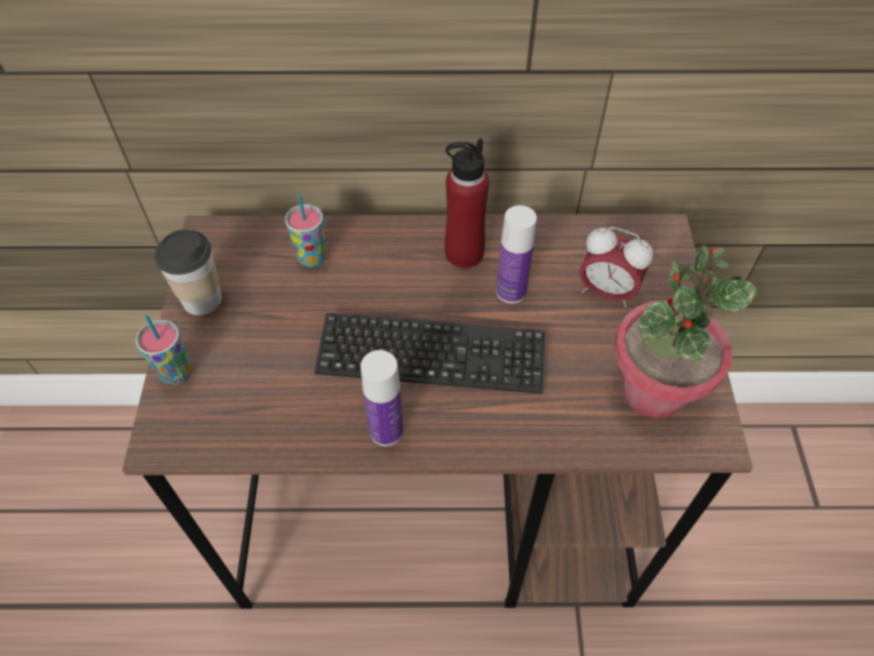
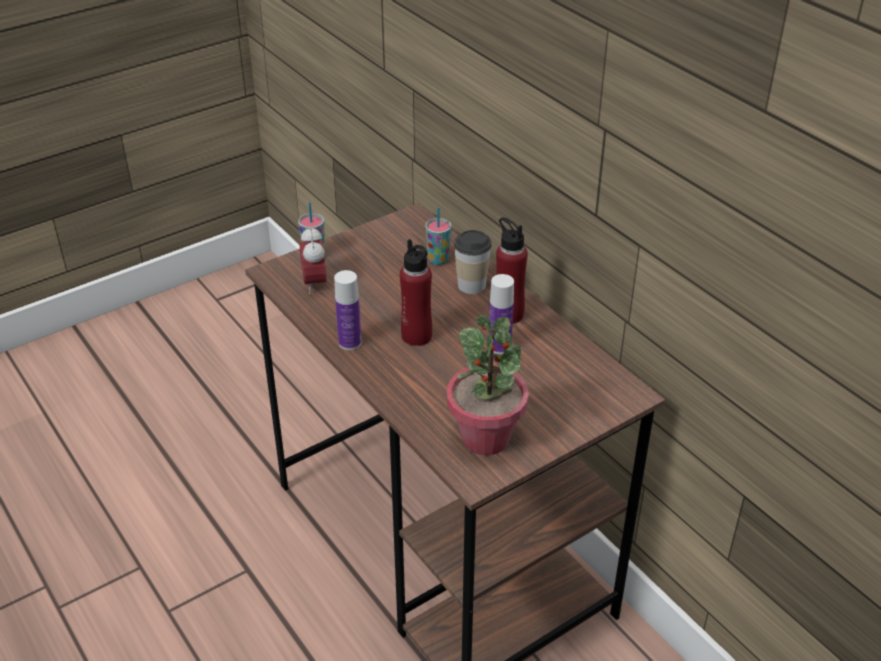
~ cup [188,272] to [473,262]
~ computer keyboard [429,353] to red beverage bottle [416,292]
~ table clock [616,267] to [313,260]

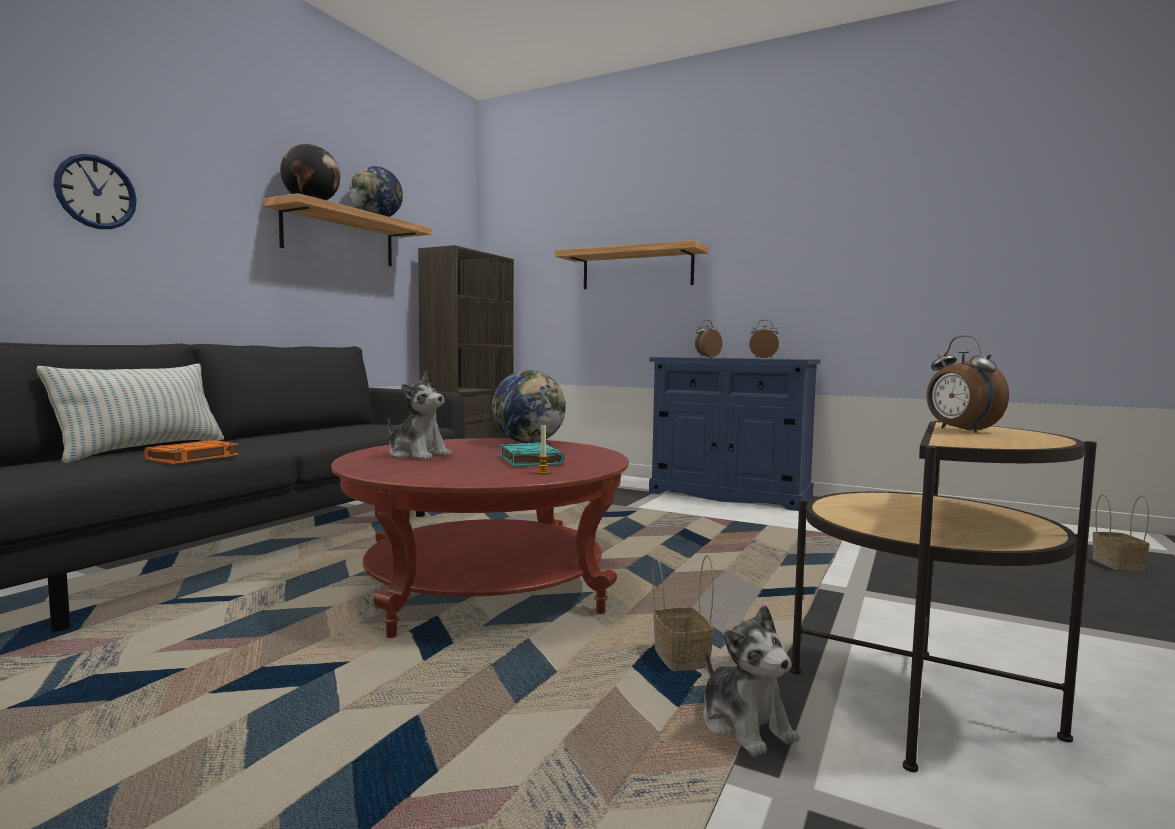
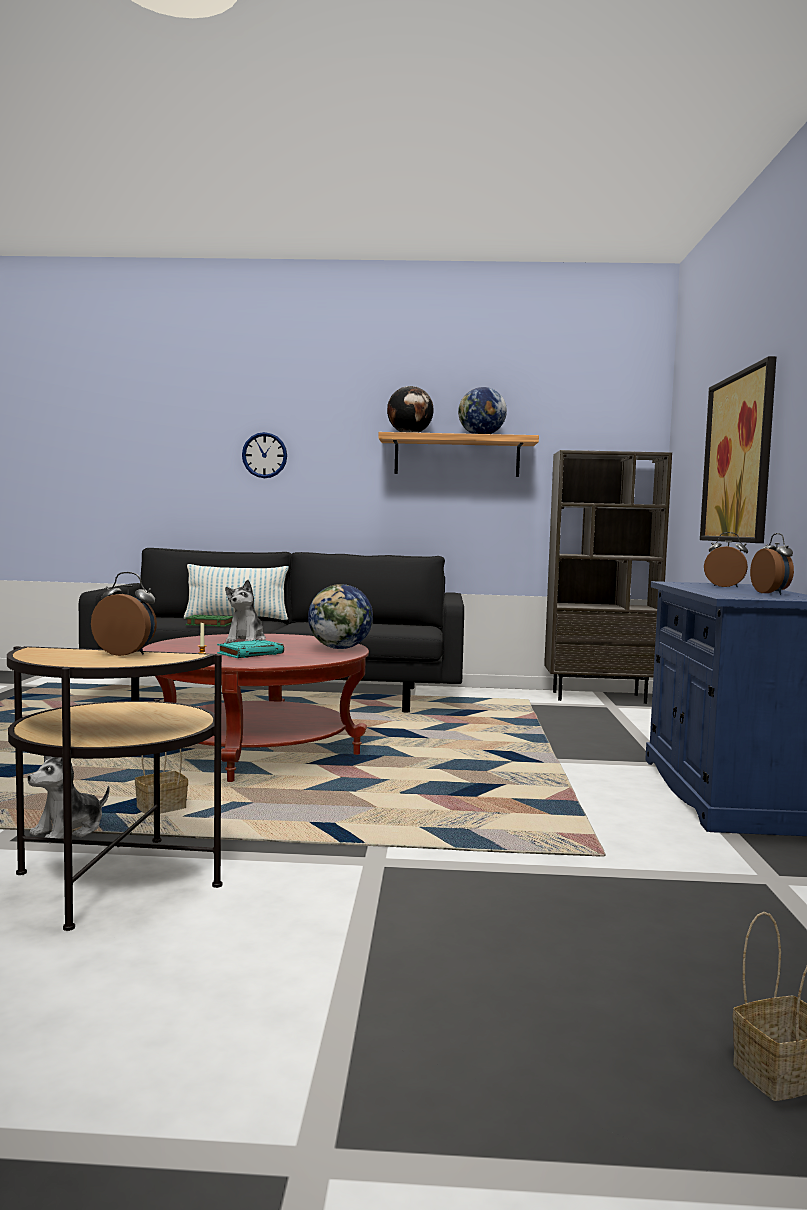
~ orangey book [191,452] to greenish book [209,620]
~ wall shelf [631,264] to wall picture [738,449]
~ table clock [967,384] = [124,614] 60 degrees clockwise

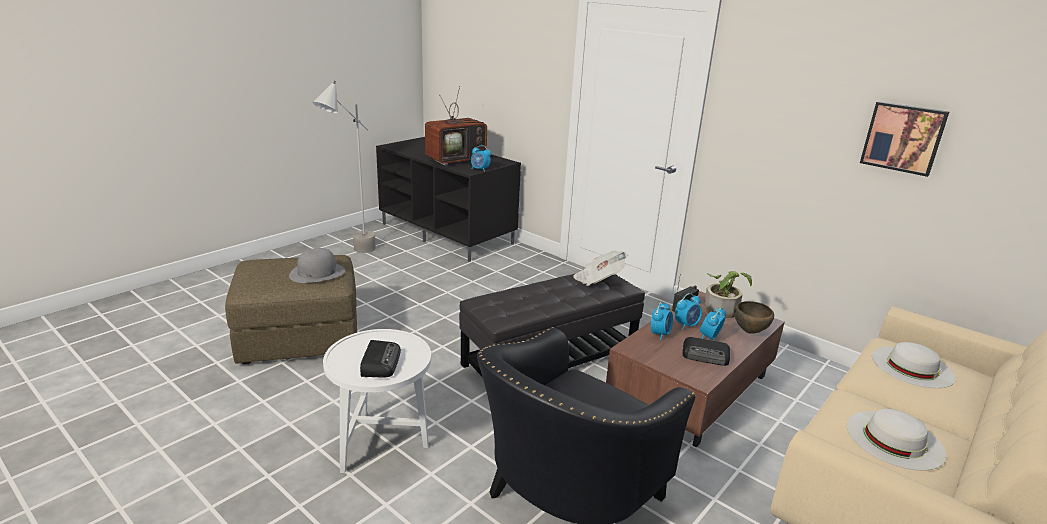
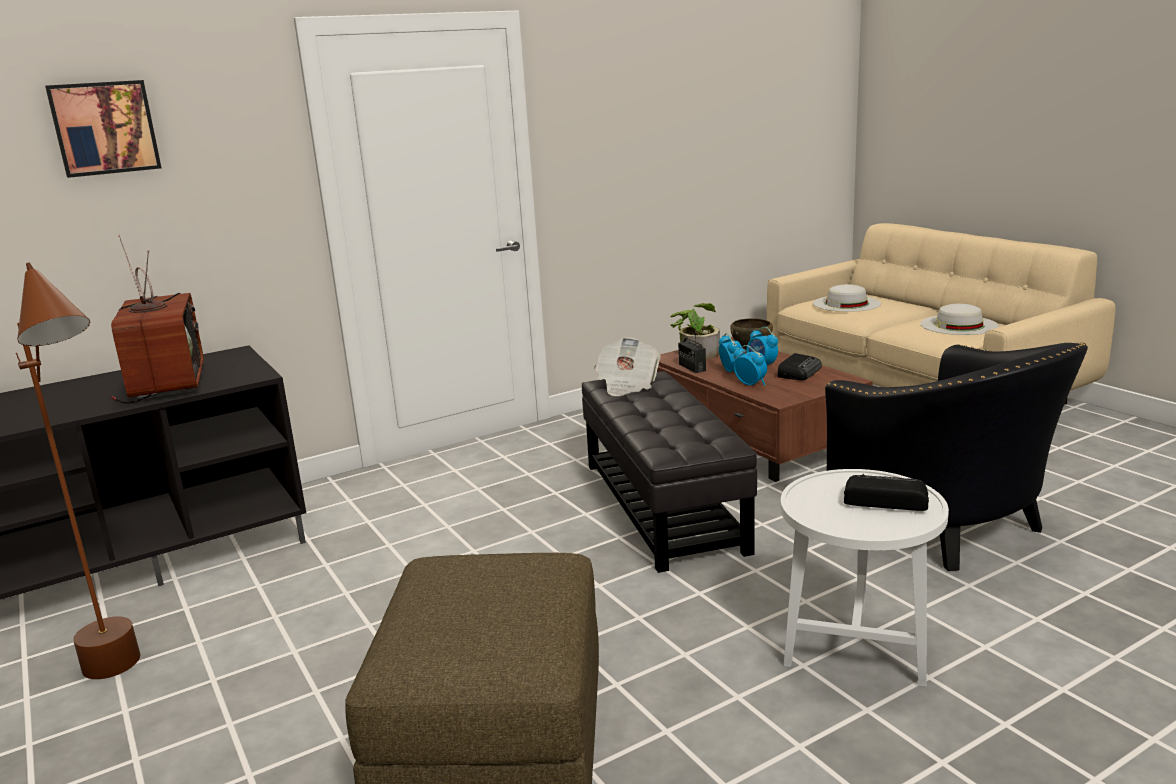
- gray hat [317,265]
~ gray standard lamp [344,167] to brown standard lamp [78,470]
- table clock [481,158]
~ wall picture [904,139] to [103,129]

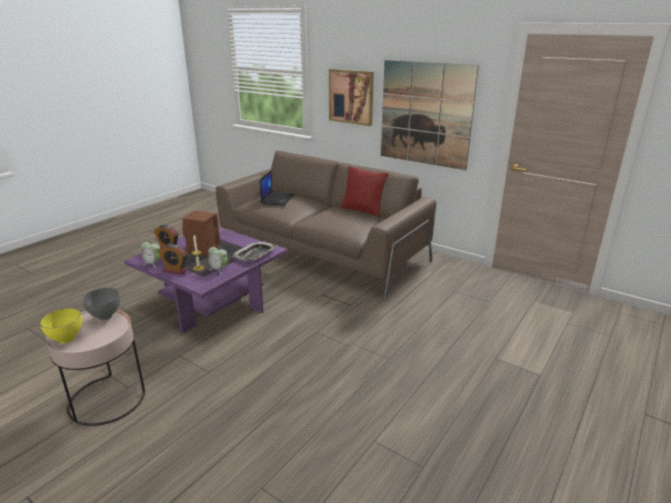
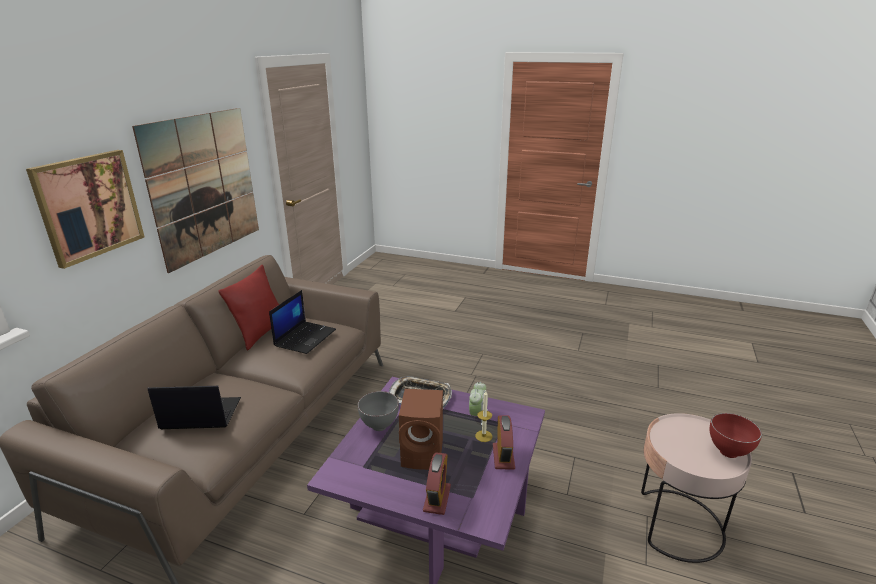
~ yellow-coloured deep dish [61,326] to red deep dish [735,435]
~ gray deep dish [101,304] to [378,411]
- table clock [151,254]
+ portable computer [302,322]

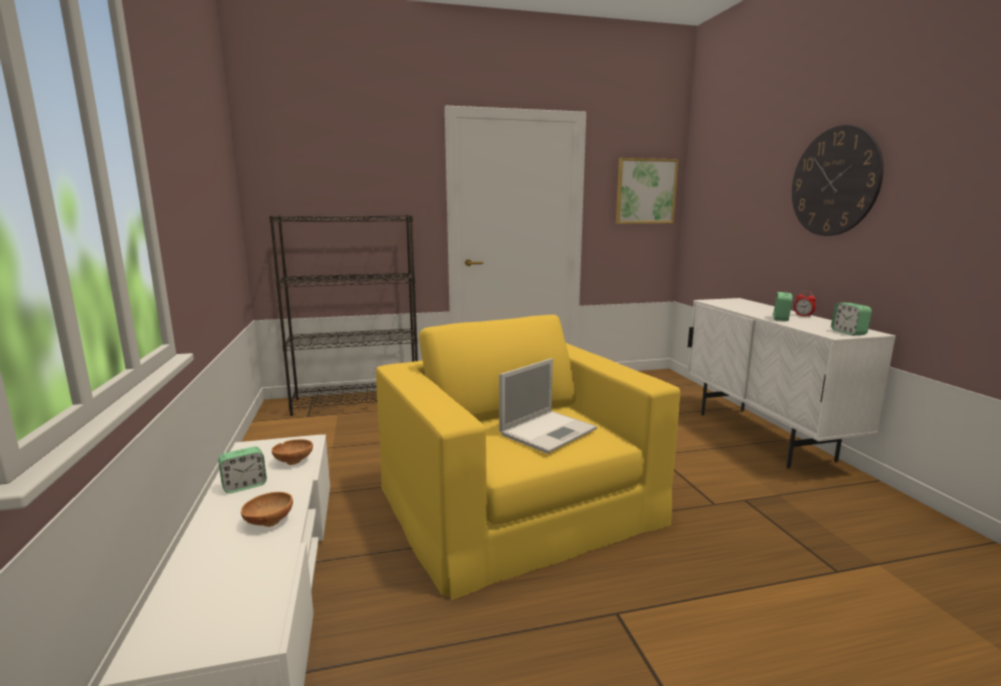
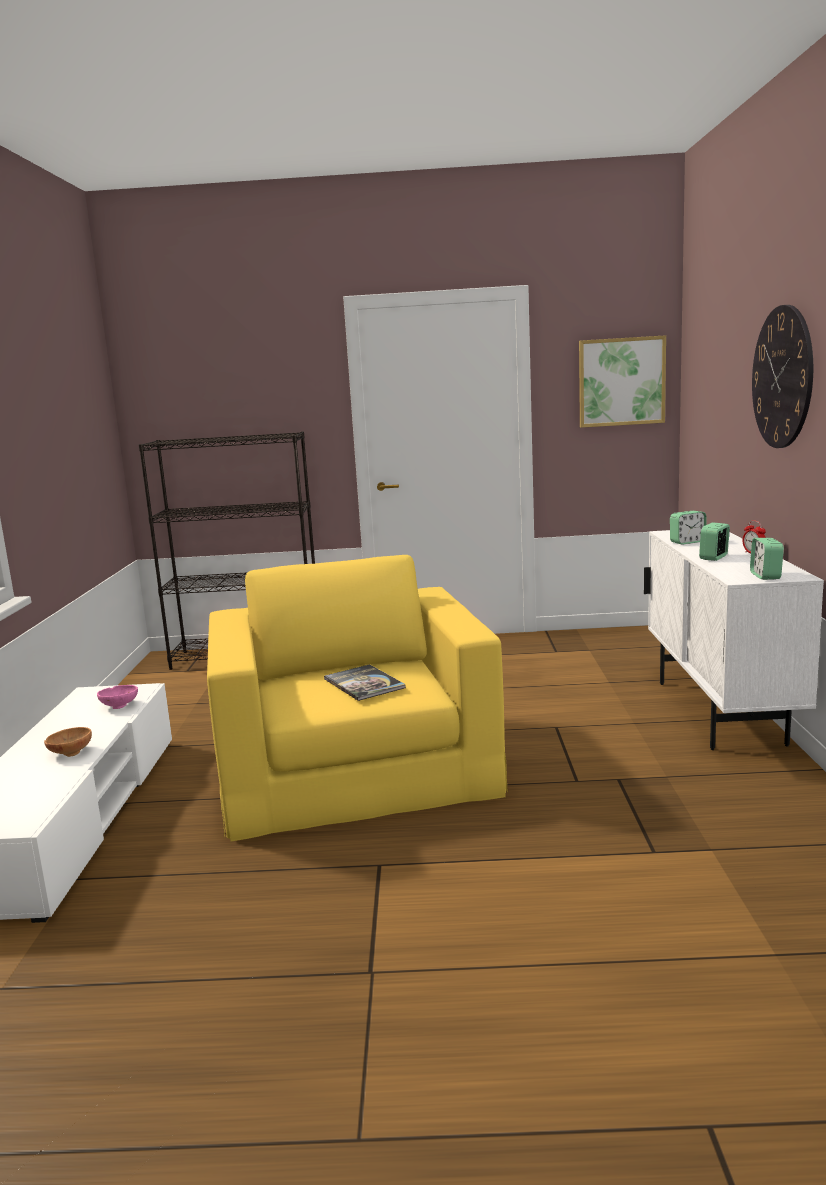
~ table clock [242,470] to [688,528]
~ brown deep dish [292,452] to pink deep dish [117,697]
~ portable computer [548,406] to book [365,682]

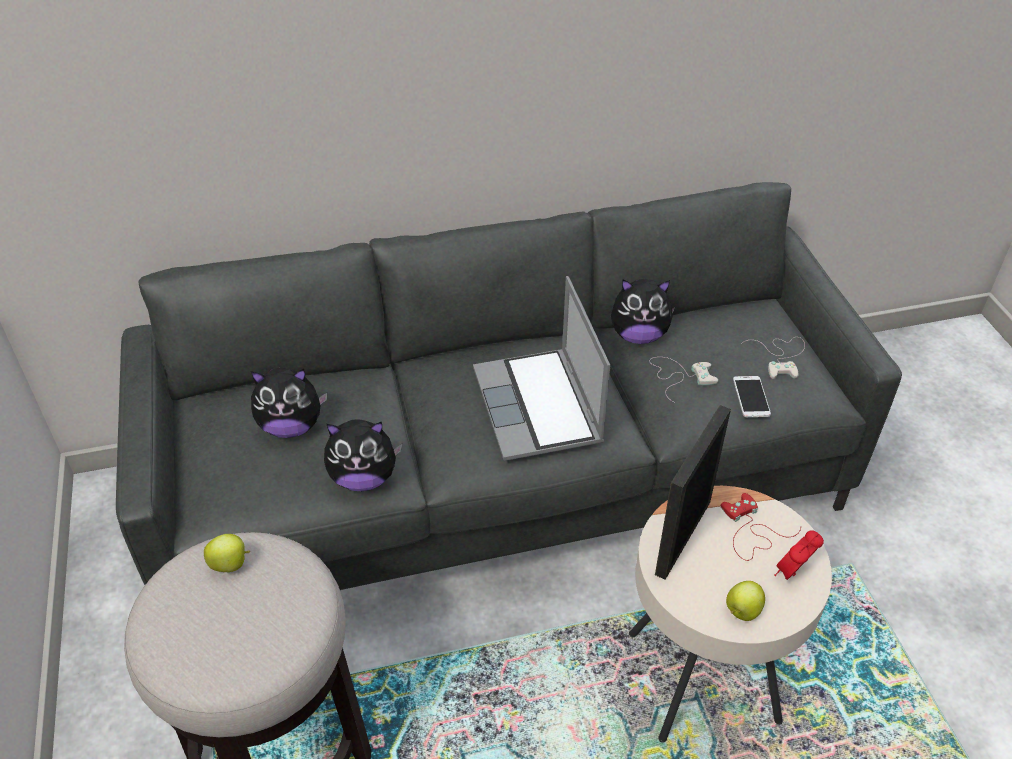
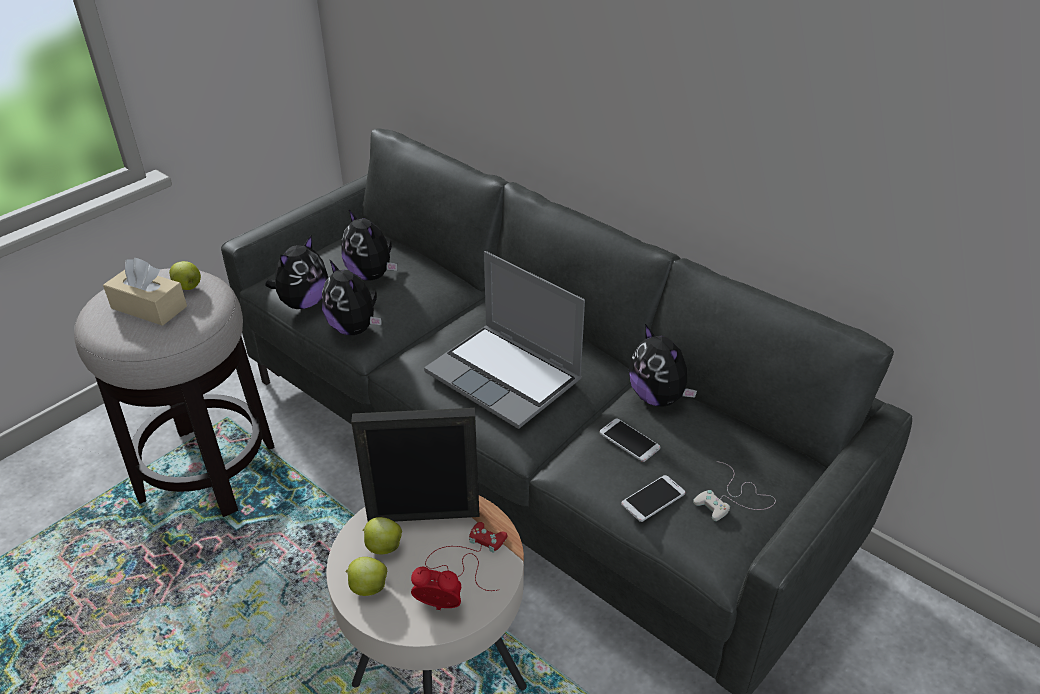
~ portable computer [541,368] = [504,340] 90 degrees counterclockwise
~ whitish gamepad [683,380] to telephone [629,440]
+ sand-coloured tissue holder [145,292]
+ cuddly toy [296,272]
+ whole apple [382,535]

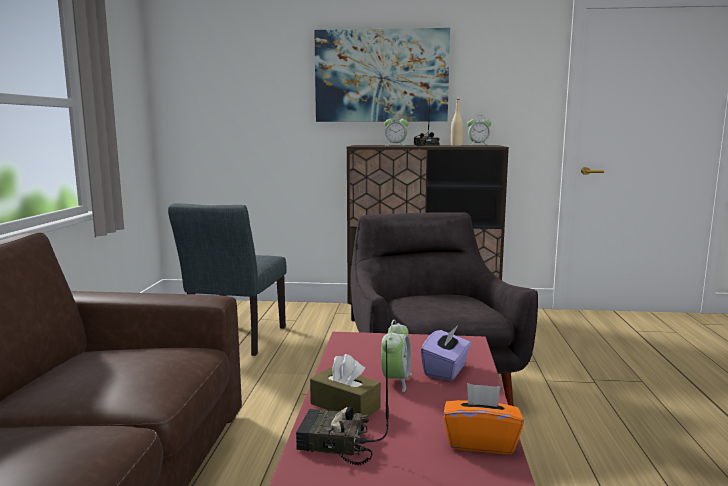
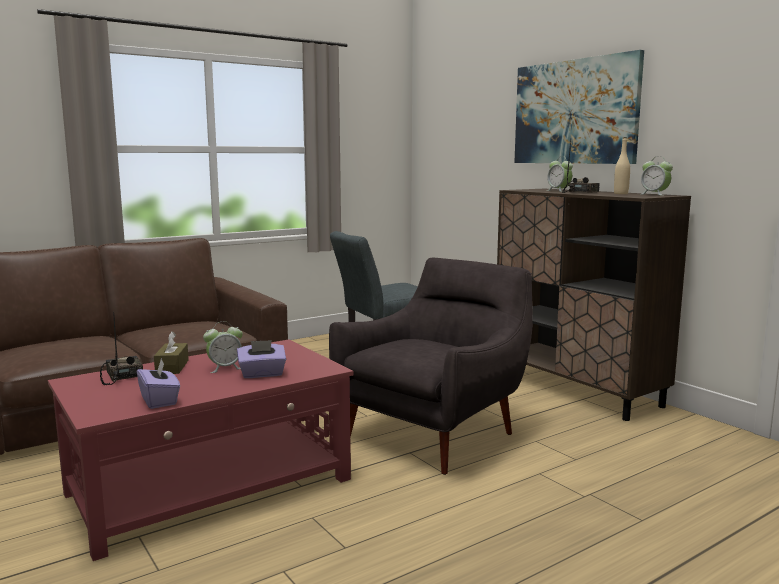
~ orangey tissue holder [483,418] to purple tissue holder [158,384]

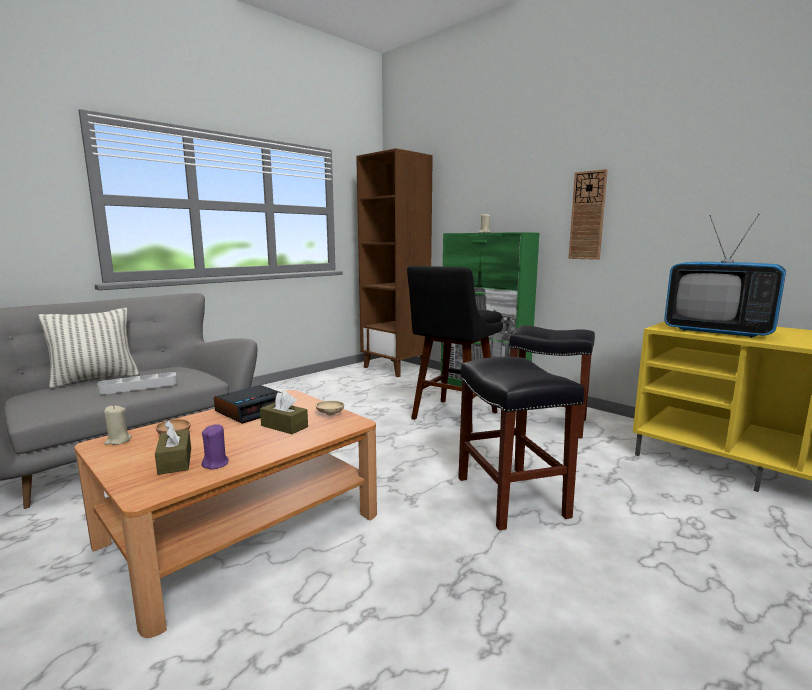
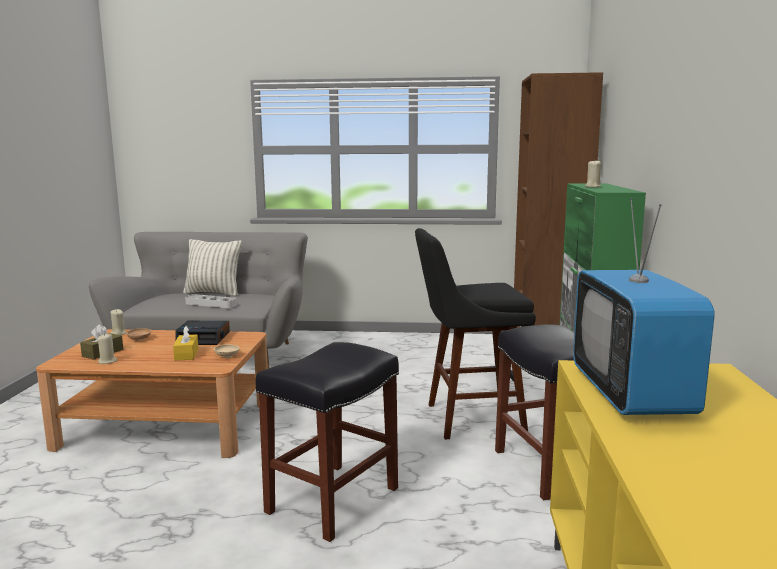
~ purple wax candle [215,447] to sand-coloured wax candle [107,348]
~ brown tissue holder [284,412] to yellow-coloured tissue holder [185,343]
- hanging clock [588,214]

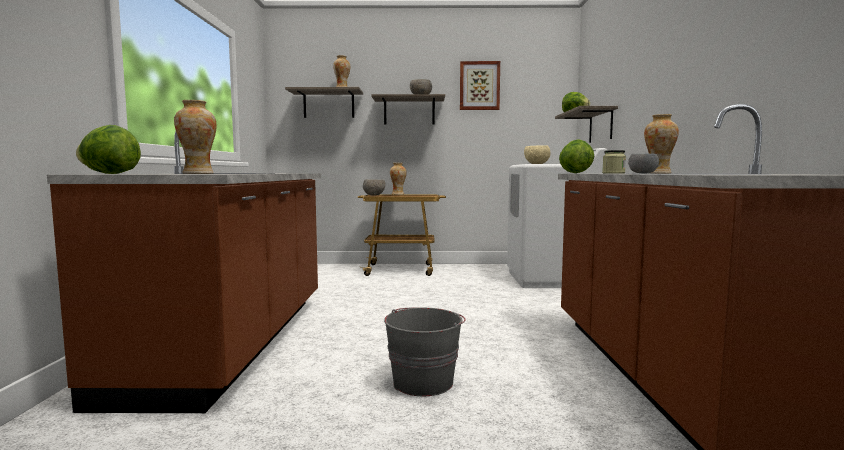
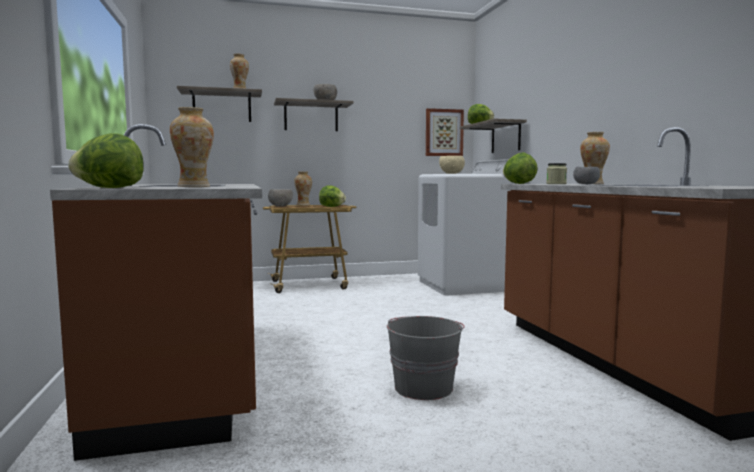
~ wall picture [480,85] to [445,132]
+ head of lettuce [332,196]

